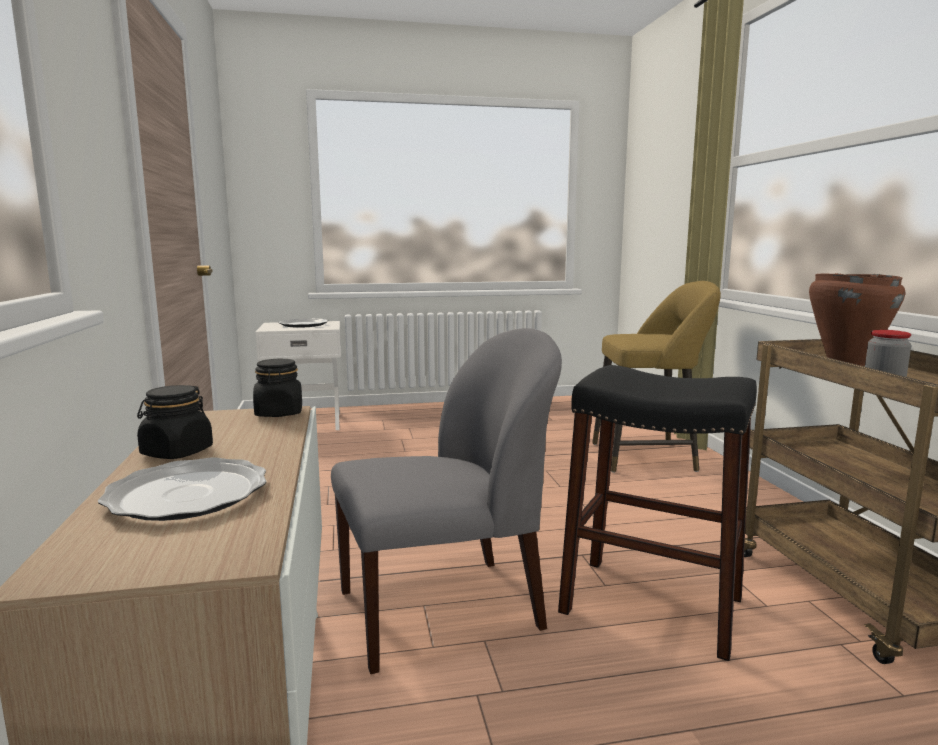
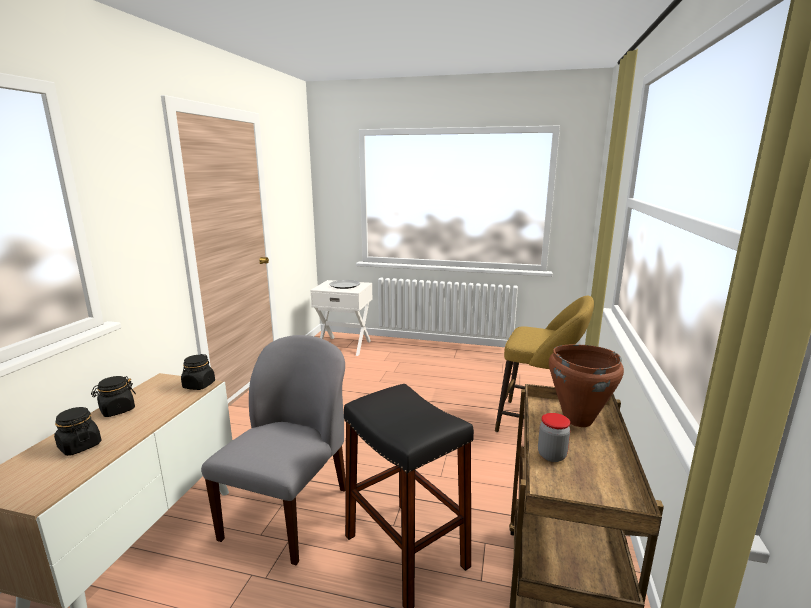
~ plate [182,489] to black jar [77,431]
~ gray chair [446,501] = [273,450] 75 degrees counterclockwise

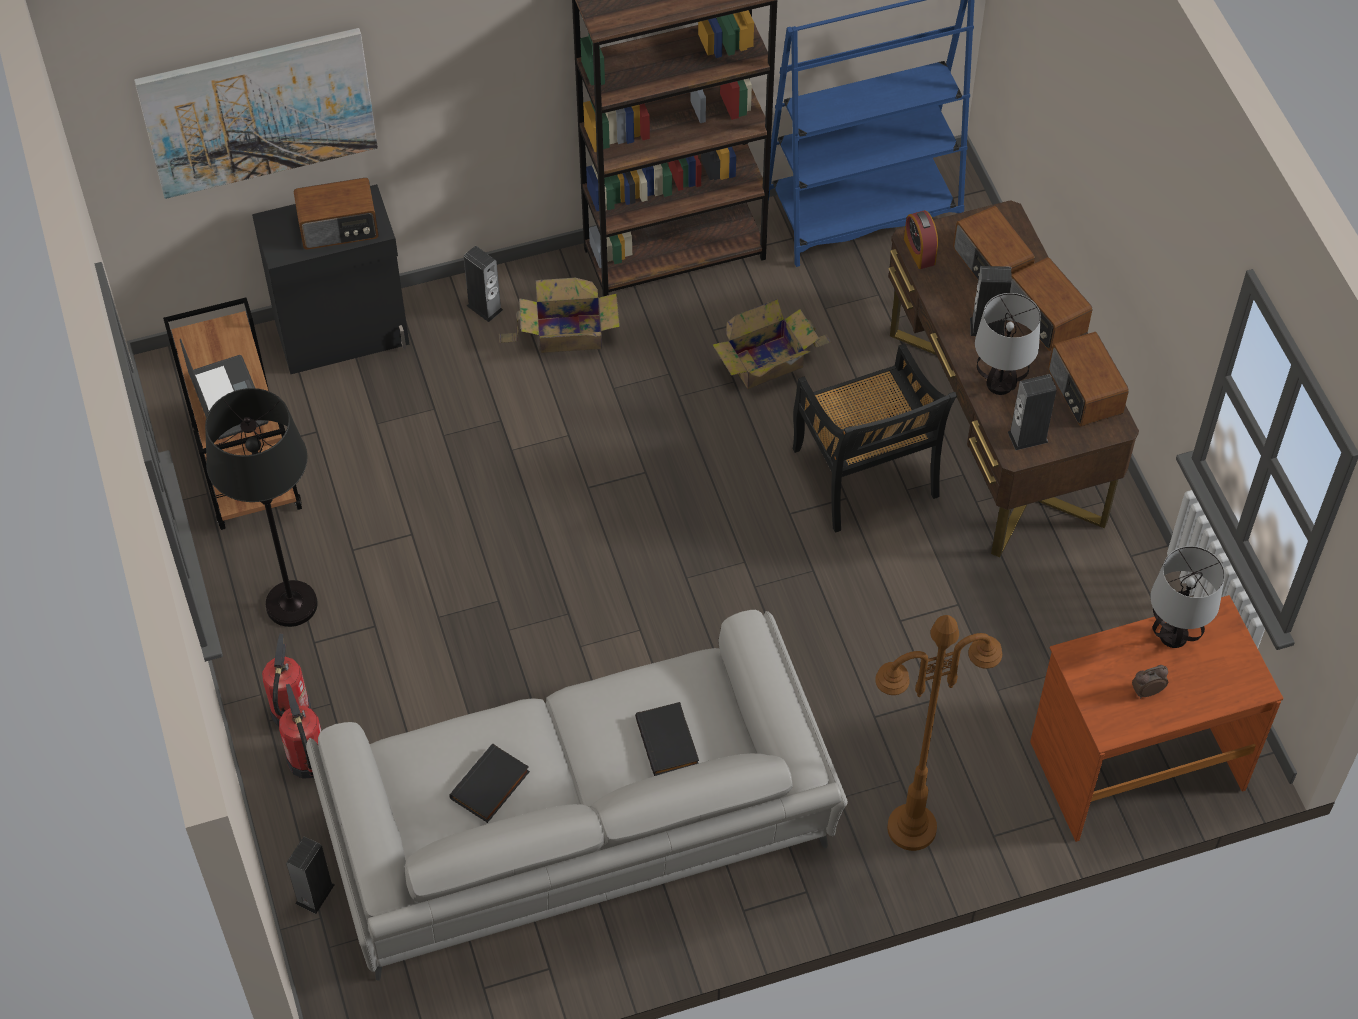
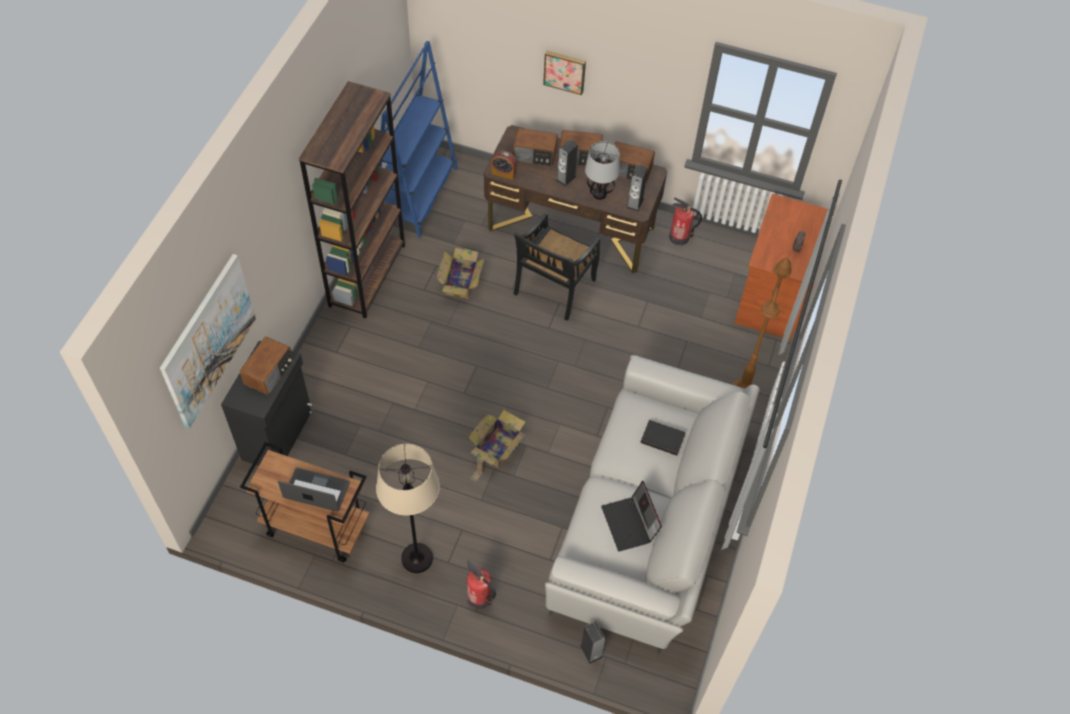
~ black standard lamp [261,507] to sand-coloured standard lamp [408,508]
~ fire-fighting cylinder [300,731] to [685,221]
~ black book [489,783] to portable computer [631,516]
- audio speaker [483,284]
~ cardboard box [559,315] to [497,446]
~ black chair [875,438] = [557,267] 105 degrees clockwise
- tabletop lamp [1187,597]
+ wall picture [564,72]

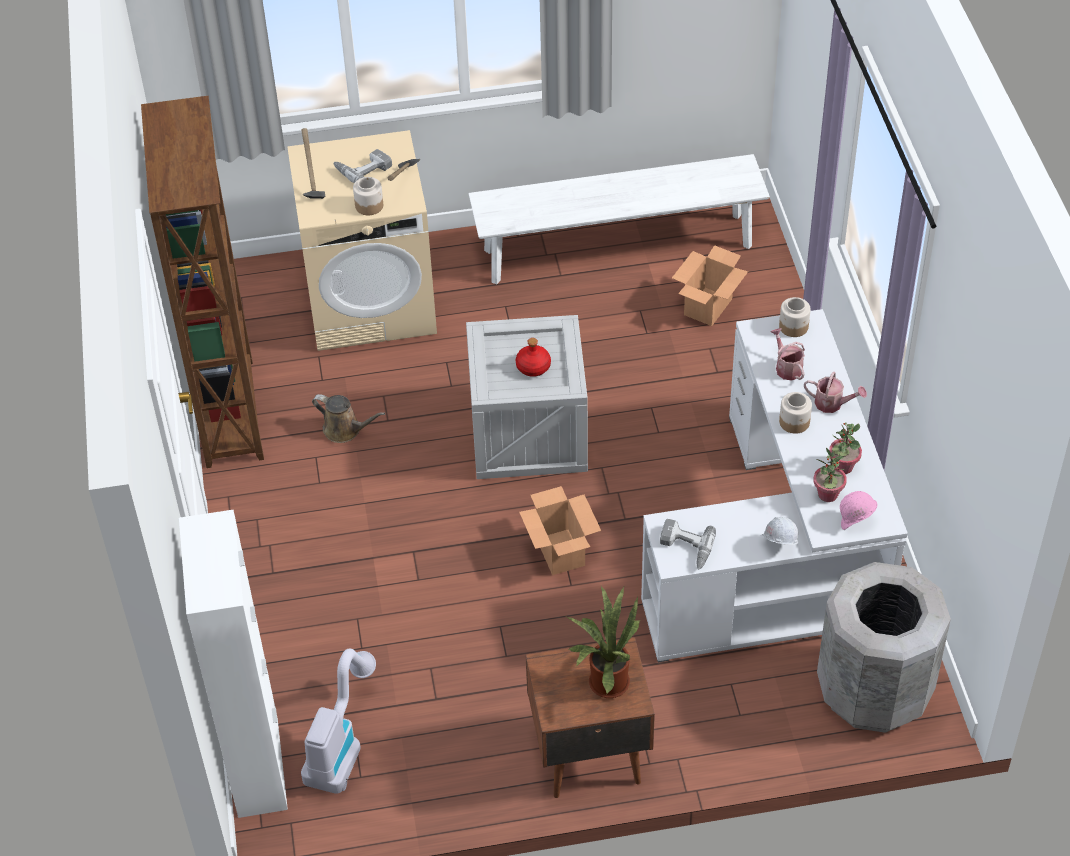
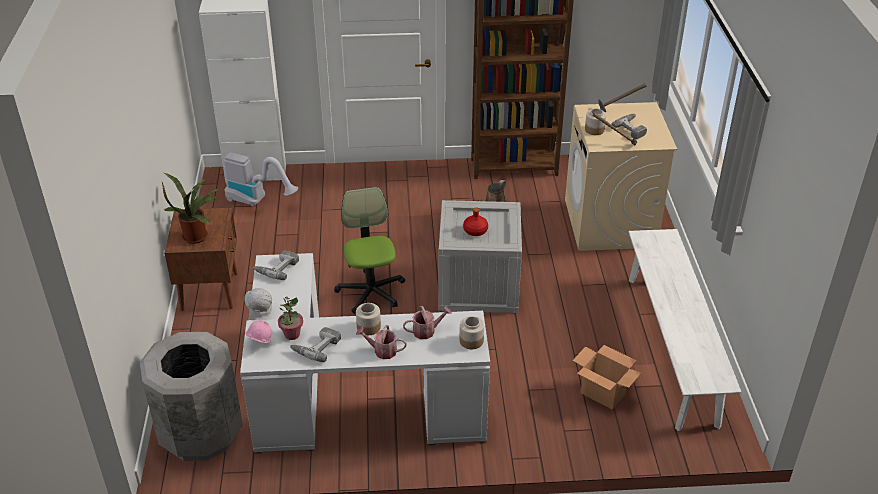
~ cardboard box [560,530] to computer chair [369,250]
~ watering can [835,392] = [381,342] 75 degrees clockwise
~ plant in a pot [845,448] to power drill [315,344]

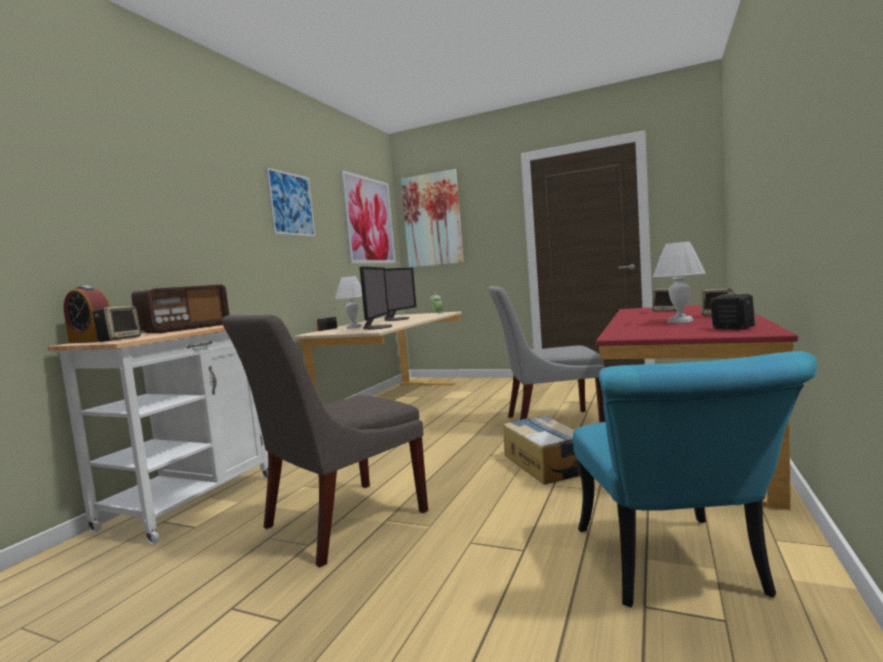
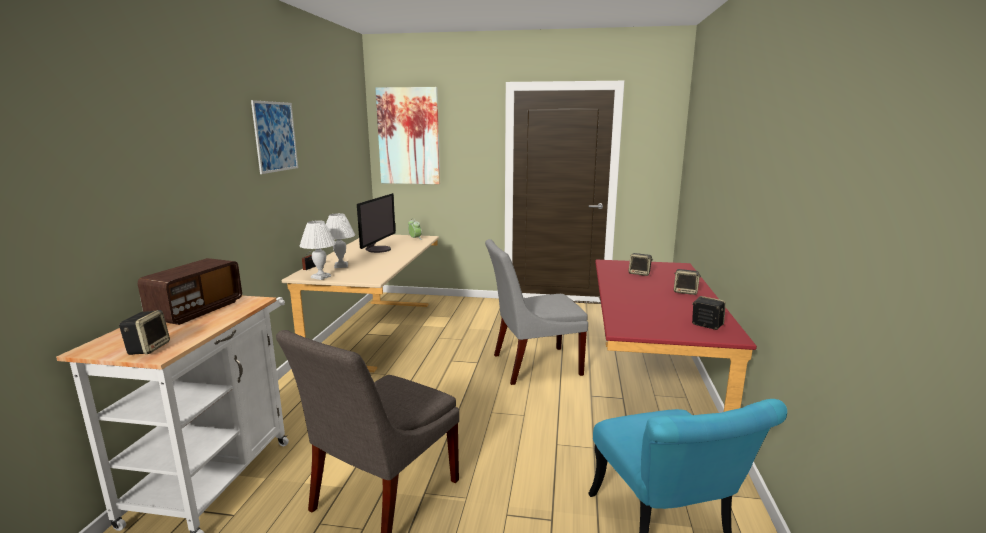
- table clock [86,314]
- wall picture [368,217]
- monitor [376,298]
- cardboard box [541,450]
~ whitish tabletop lamp [679,282] to [318,250]

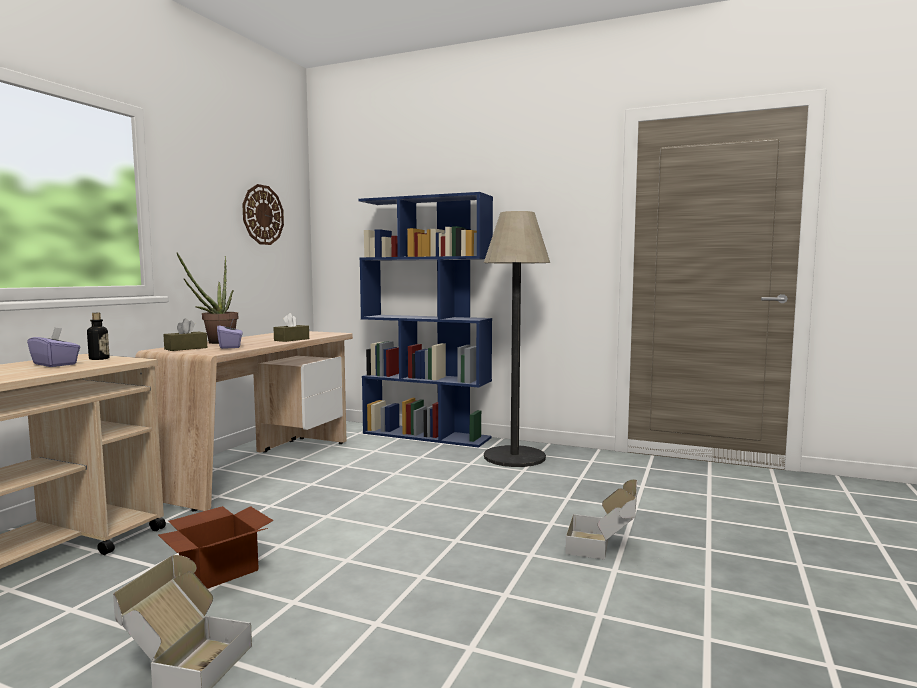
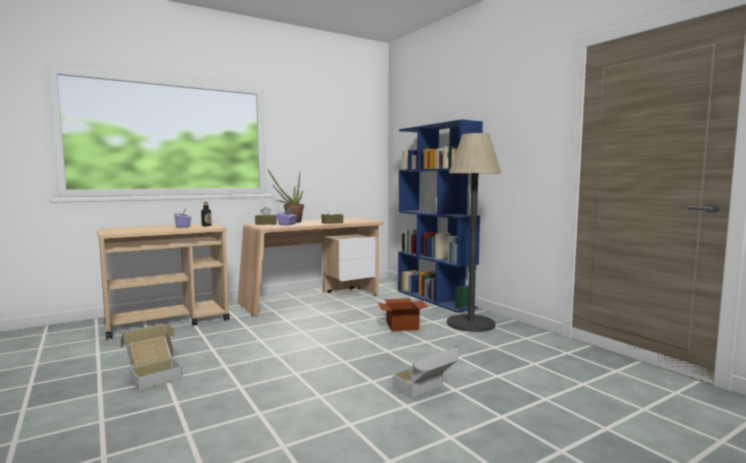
~ cardboard box [216,547] to [403,314]
- hanging clock [263,214]

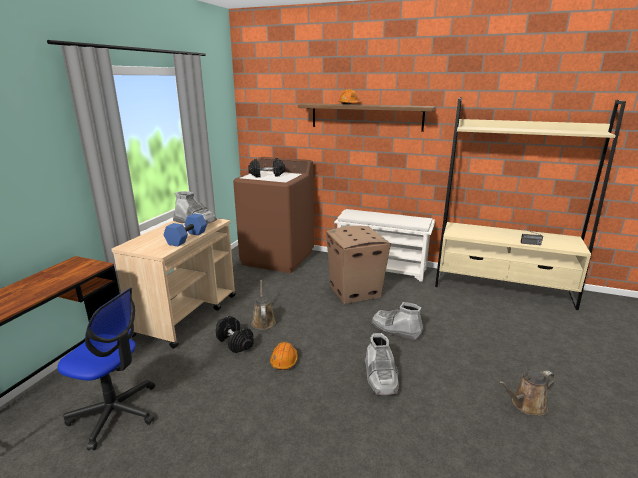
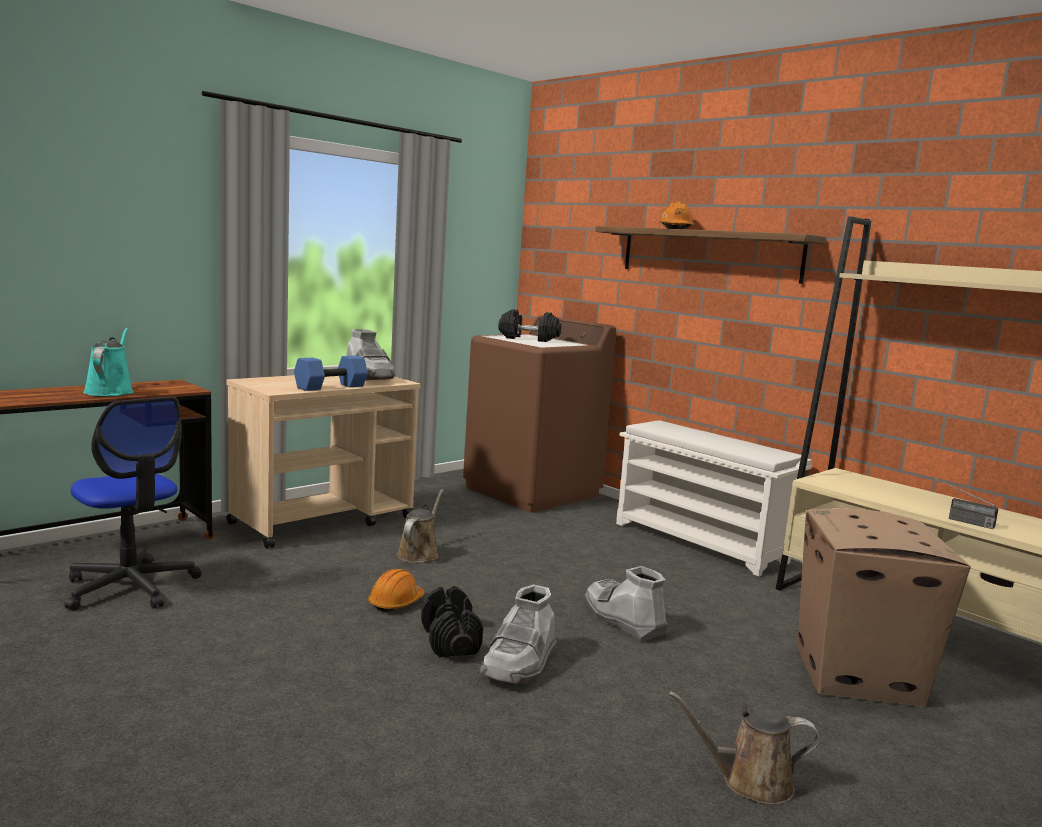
~ black free weight [235,334] to [452,621]
~ cardboard box [358,265] to [884,607]
+ turquoise watering can [108,362]

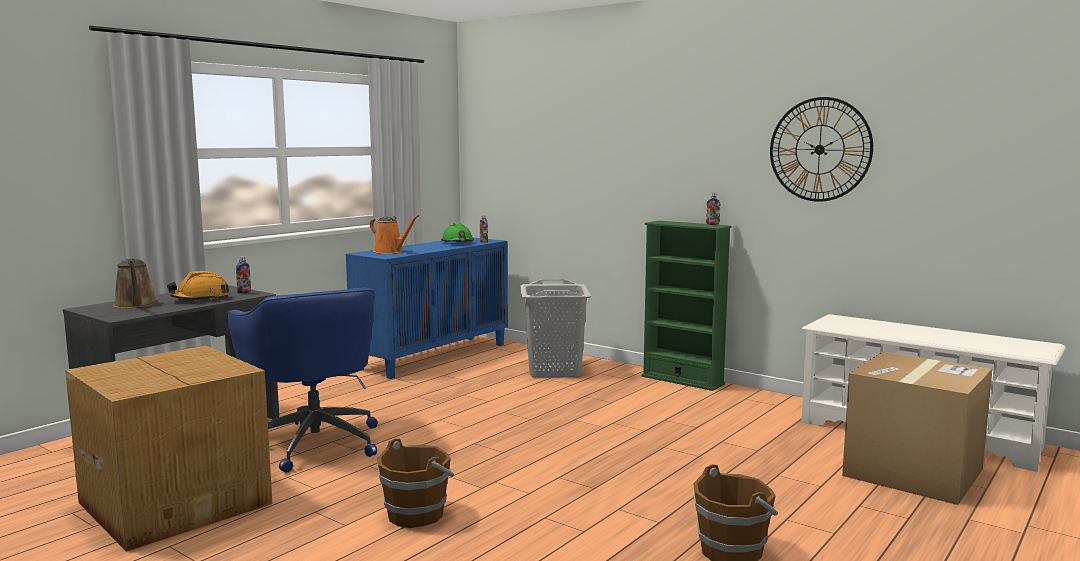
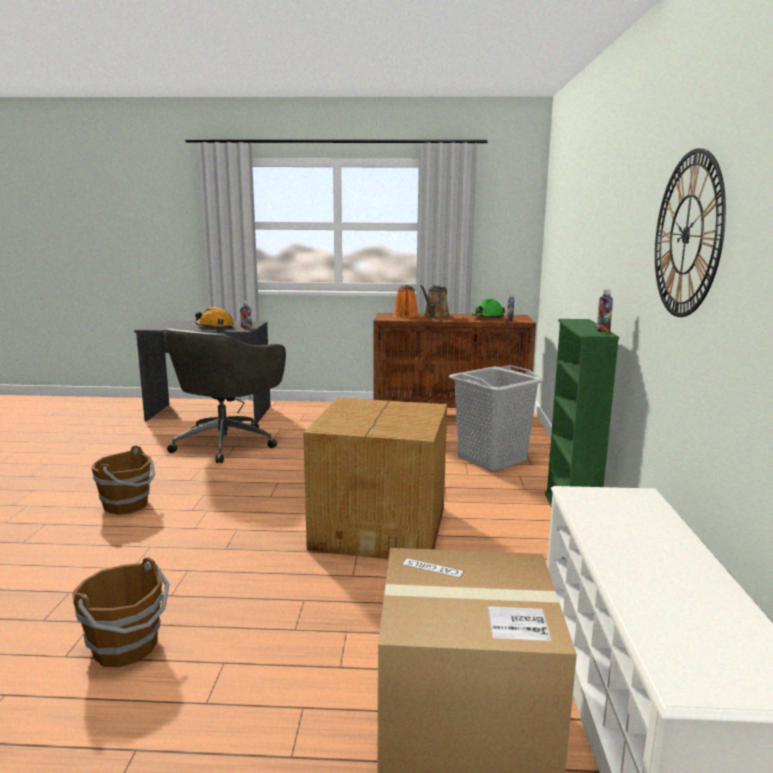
~ cardboard box [169,448] to [375,478]
~ brown watering can [135,283] to [435,301]
~ blue computer chair [302,380] to gray computer chair [224,395]
~ blue storage cabinet [427,308] to brown storage cabinet [454,360]

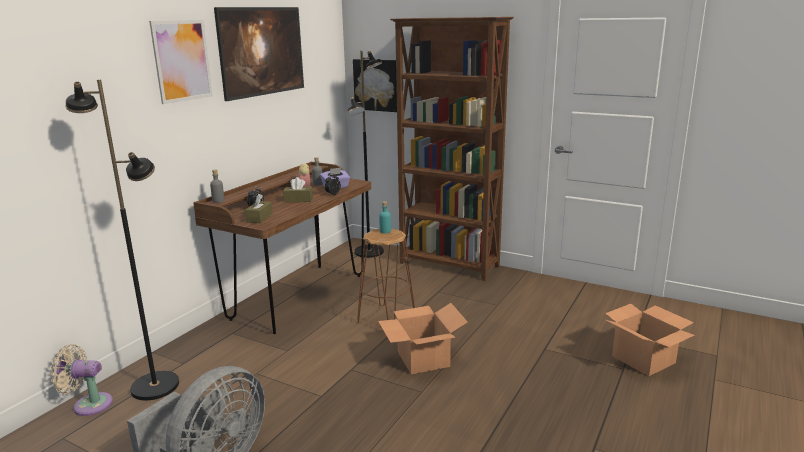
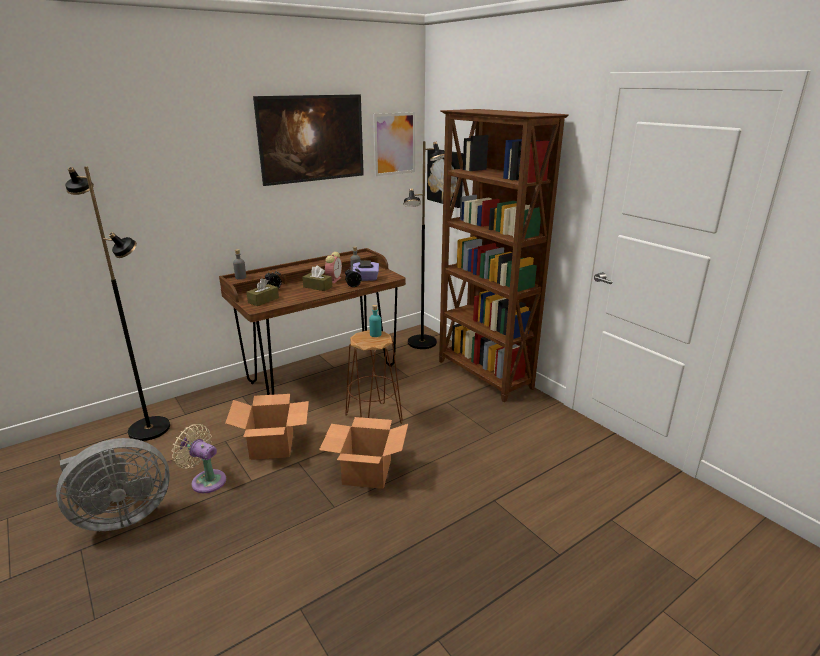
~ sand-coloured electric fan [81,380] to [199,458]
~ wall picture [181,62] to [394,144]
~ cardboard box [650,340] to [267,427]

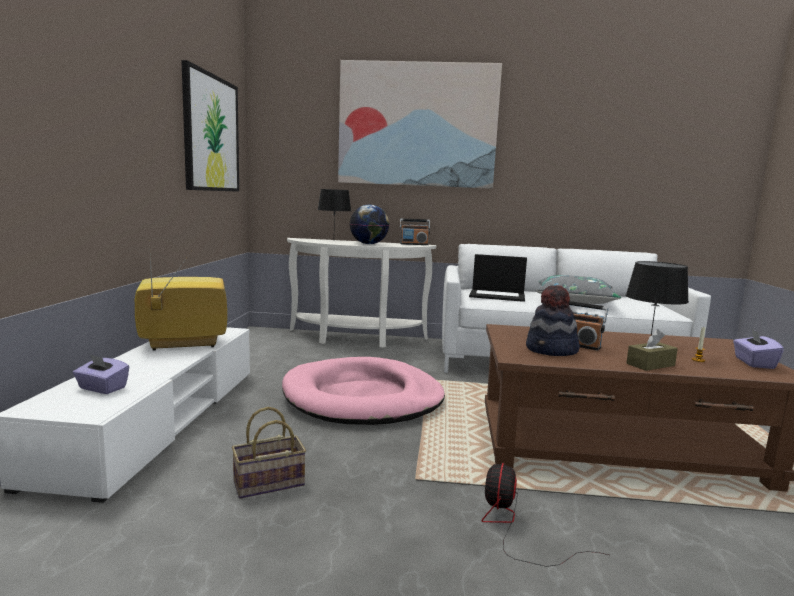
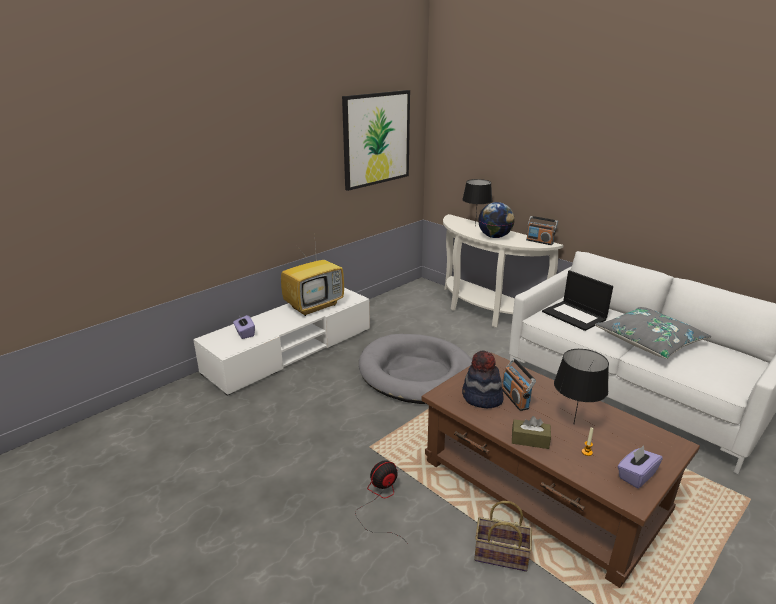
~ television [181,294] = [312,274] 120 degrees clockwise
~ basket [269,453] to [503,536]
~ pink dog cushion [363,391] to gray dog cushion [415,369]
- wall picture [420,124]

